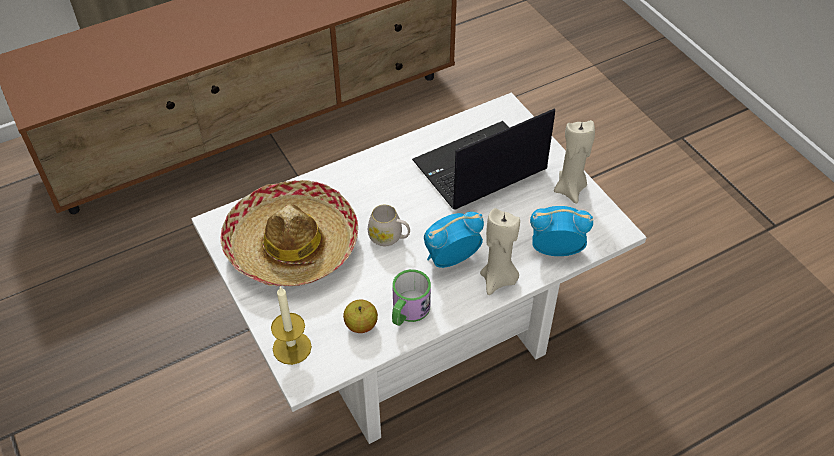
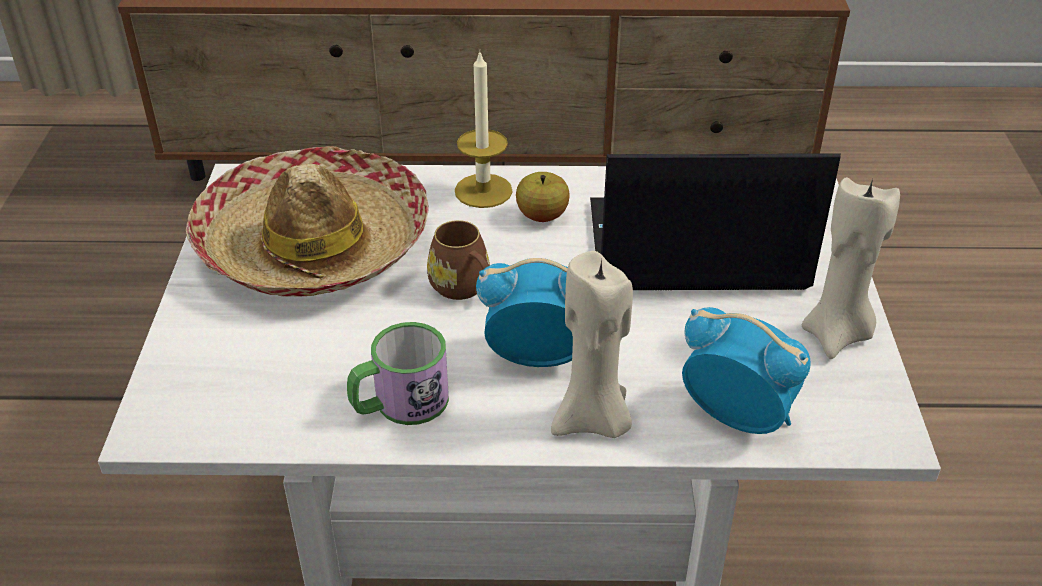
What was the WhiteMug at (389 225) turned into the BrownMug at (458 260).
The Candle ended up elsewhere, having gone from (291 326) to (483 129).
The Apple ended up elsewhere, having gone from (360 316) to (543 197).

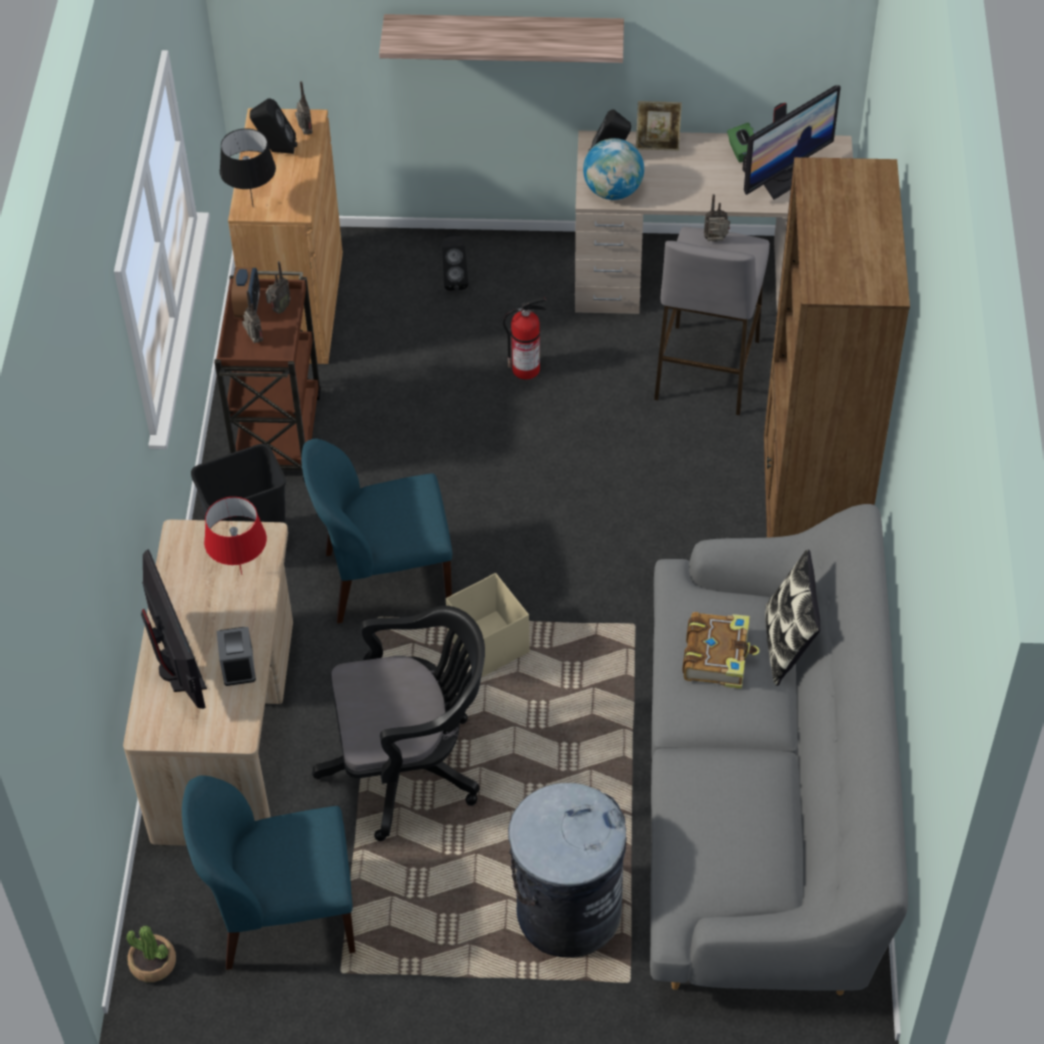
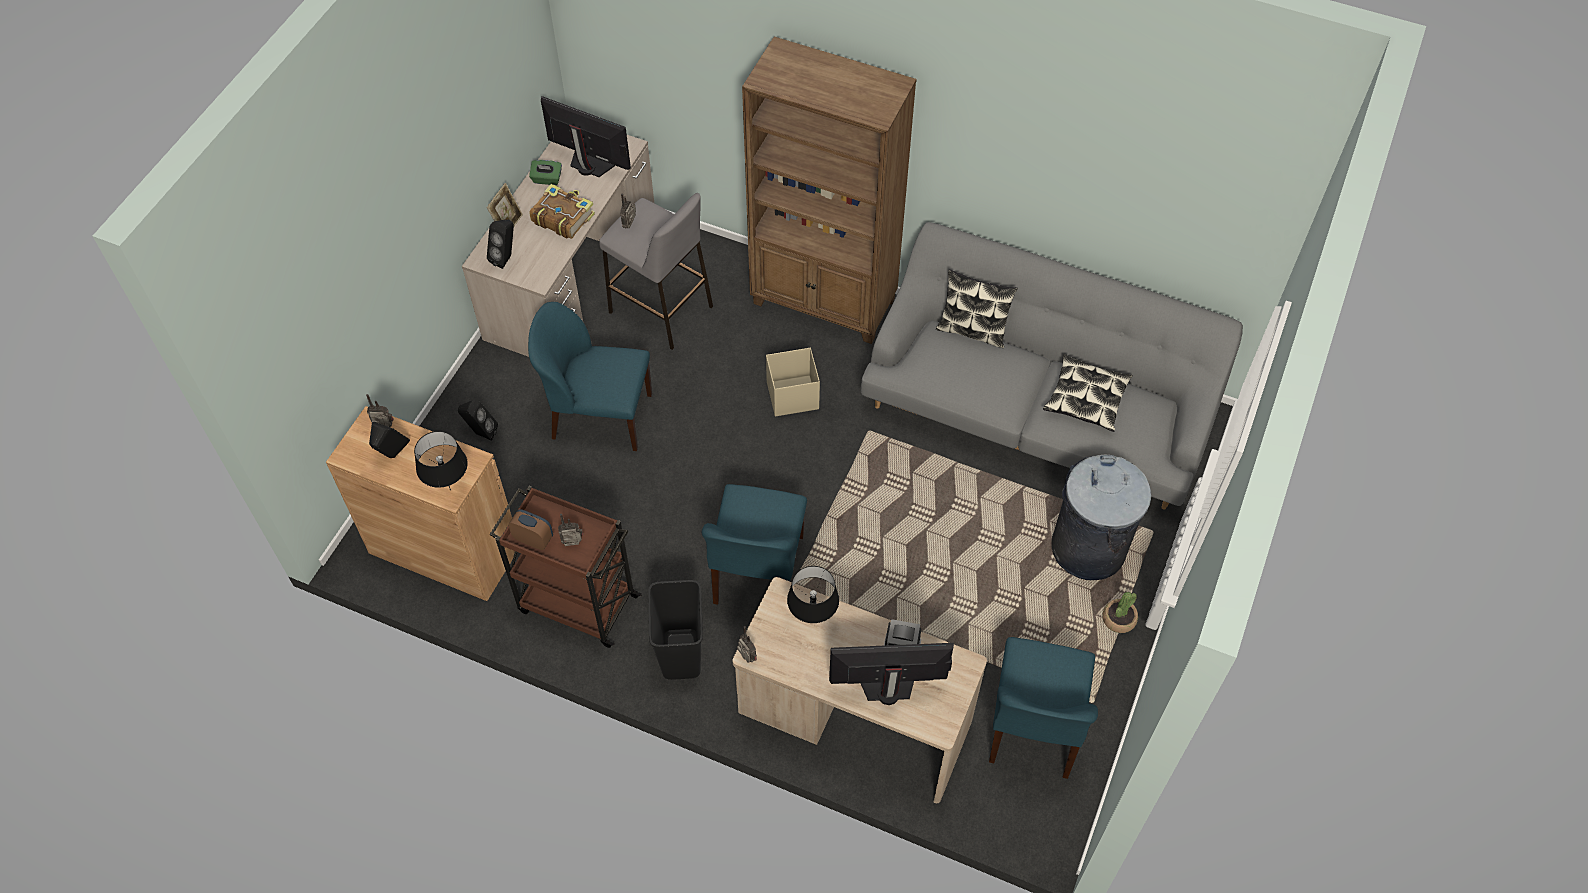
Where the FireExtinguisher stood at (525 338), the BlueChair came to stand at (590 376).
The Book ended up elsewhere, having gone from (721 650) to (562 211).
The Monitor at (791 142) ended up facing another way, 45 degrees counterclockwise from before.
The Radio ended up elsewhere, having gone from (278 287) to (747 644).
The BeigeStorageBox ended up elsewhere, having gone from (488 625) to (793 382).
What was the RedTableLamp at (235 536) turned into the BlackTableLamp at (813 594).
The second view gained the Pillow at (1088 393).
The PottedPlant ended up elsewhere, having gone from (151 953) to (1120 612).
The second view lost the BlackOfficeChair at (398 723).
The second view lost the Shelf at (501 38).
The second view lost the Globe at (613 169).

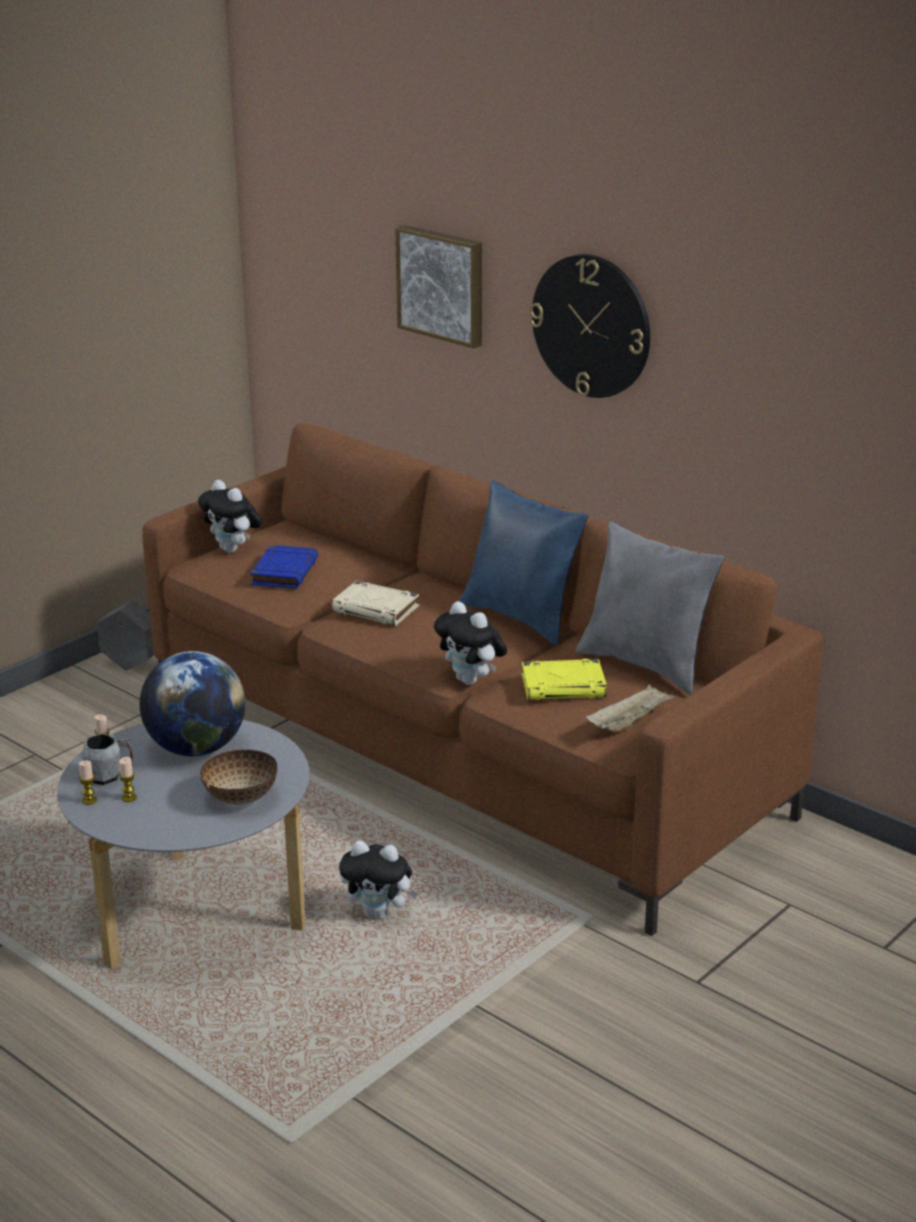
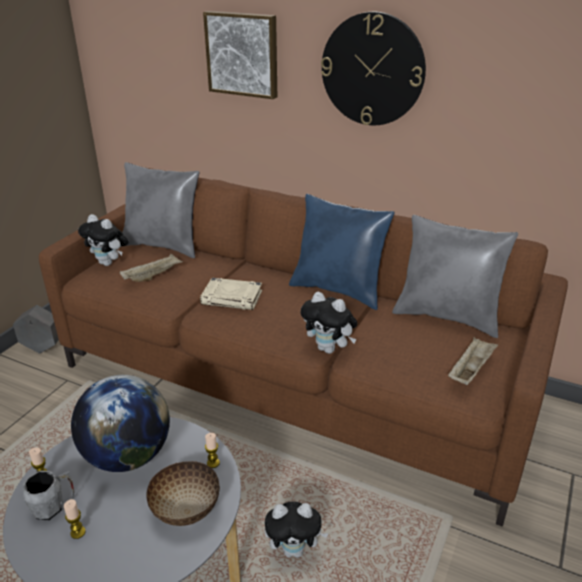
Where the BlueBook stood at (284 567), the BeigeTray came to stand at (151 268).
The second view gained the GreyPillow at (161 210).
The Candle ended up elsewhere, having gone from (88 783) to (212 450).
The second view lost the YellowBook at (564 680).

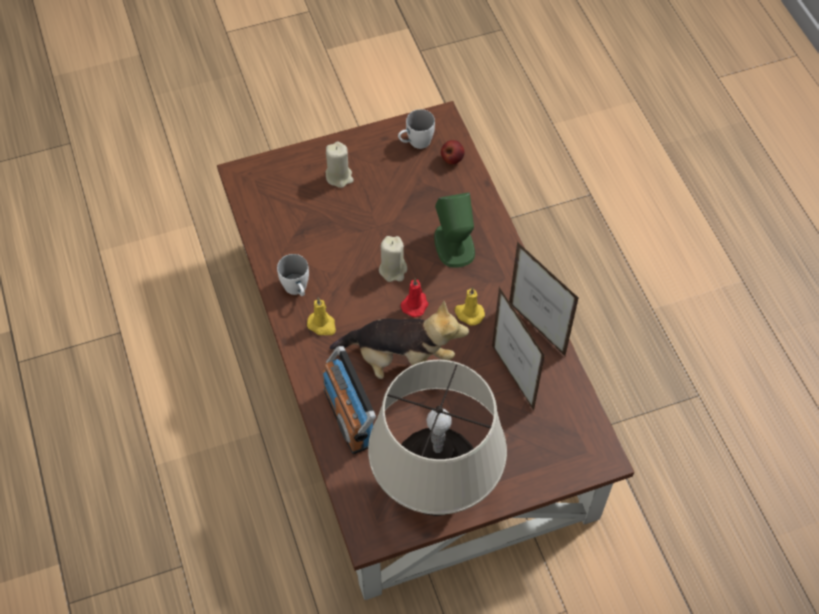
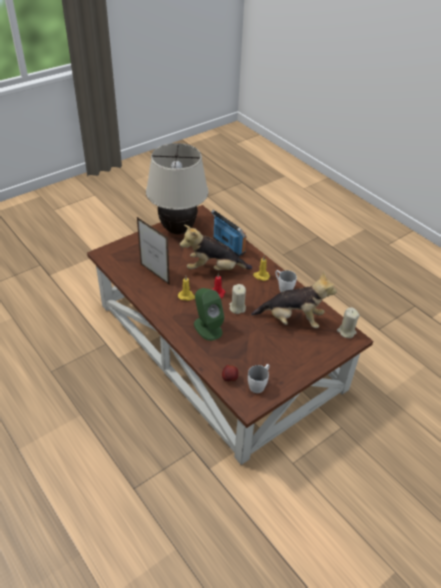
The second view gained the PlushToy at (294 299).
The BeigeCandle ended up elsewhere, having gone from (340 165) to (348 322).
The second view lost the PictureFrame at (543 299).

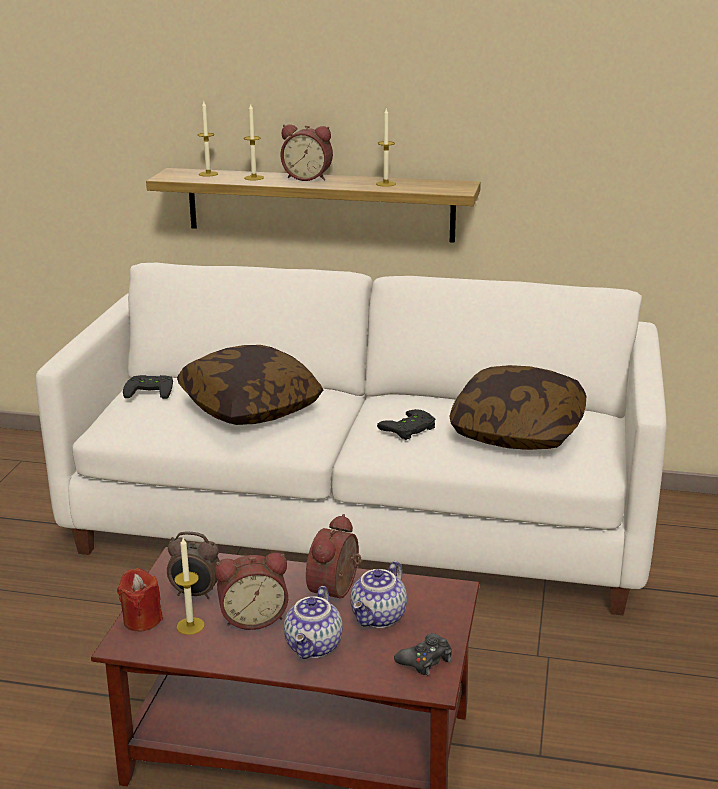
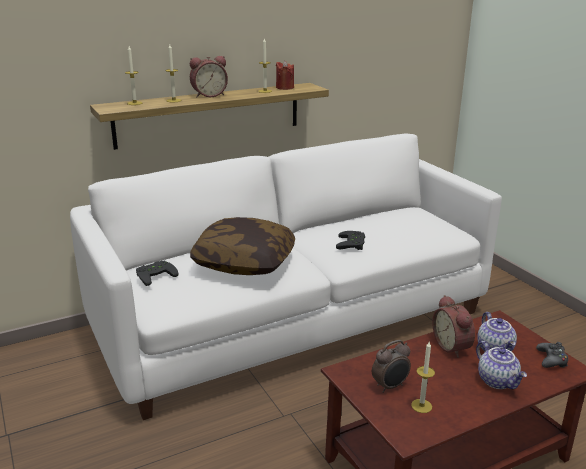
The RedCandle ended up elsewhere, having gone from (140 599) to (285 75).
The second view lost the AlarmClock at (251 591).
The second view lost the Pillow at (518 407).

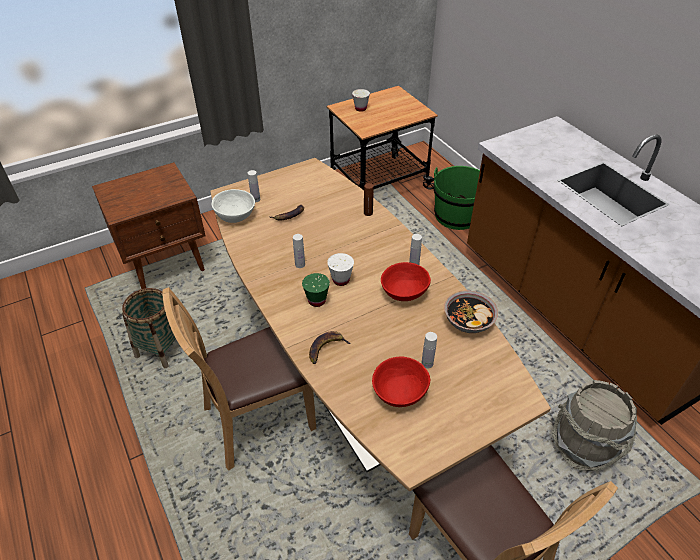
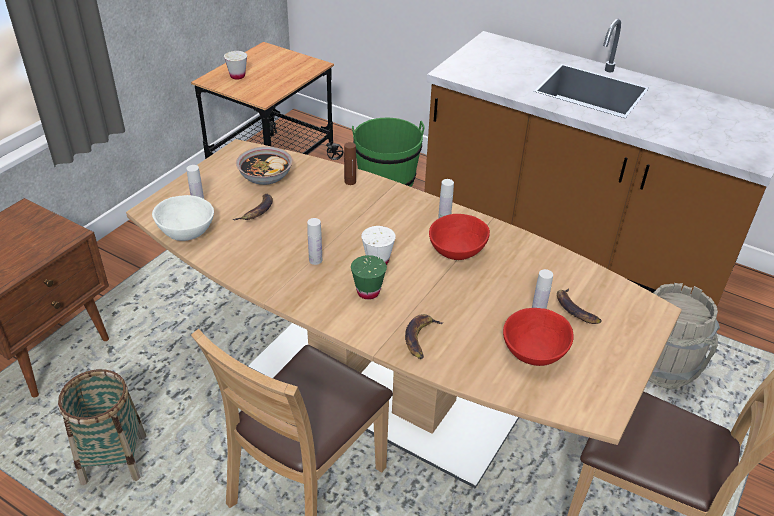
The Bowl ended up elsewhere, having gone from (471 311) to (264 166).
The second view gained the Banana at (579 306).

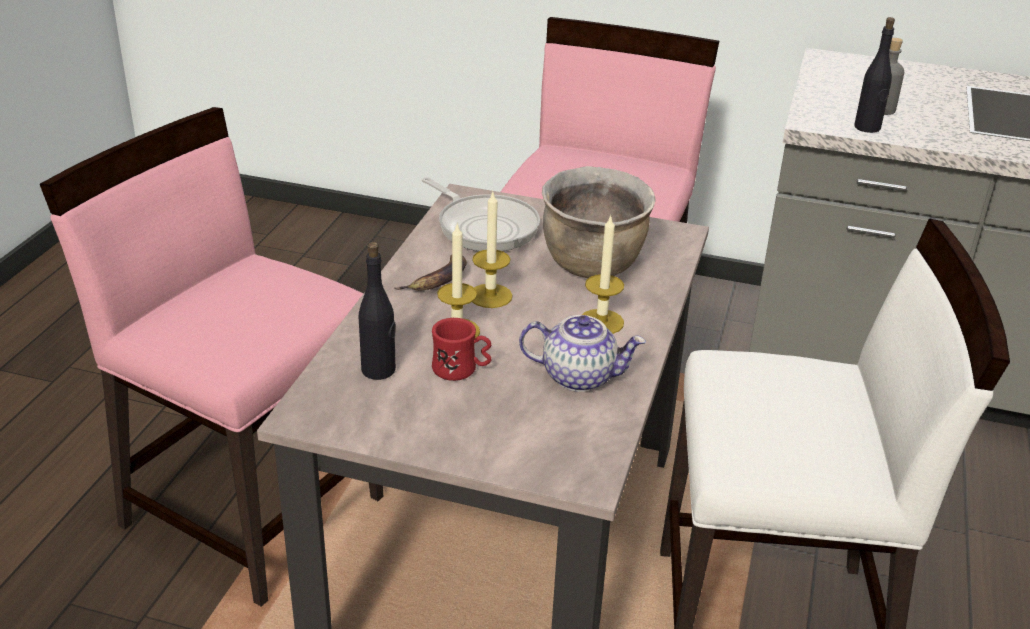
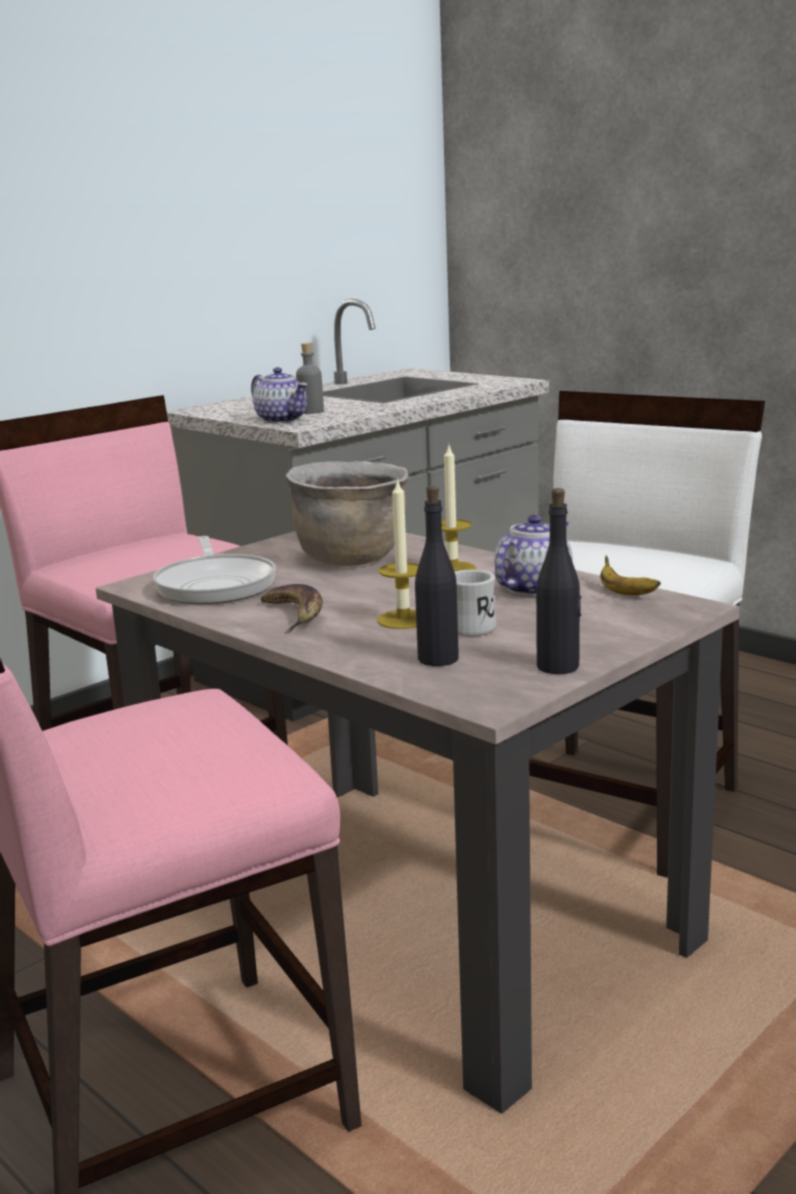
The FryingPan at (481 214) ended up facing another way, 90 degrees clockwise from before.
The second view gained the Teapot at (279 395).
What was the RedMug at (462 349) turned into the WhiteMug at (475 603).
The BlackBottle ended up elsewhere, having gone from (874 75) to (558 581).
The second view gained the Banana at (630 575).
The second view lost the Candle at (492 249).

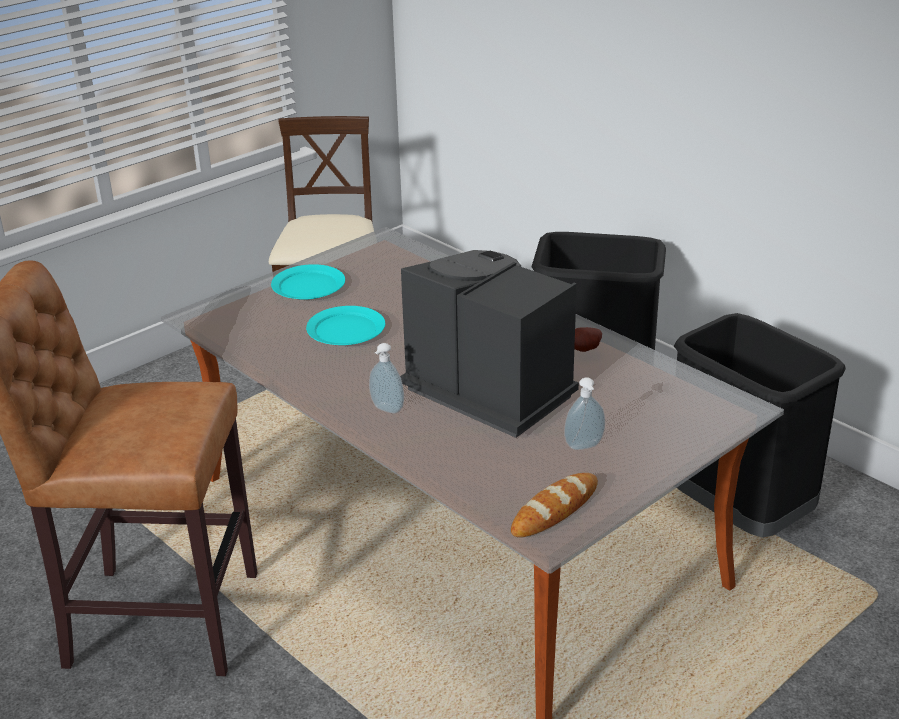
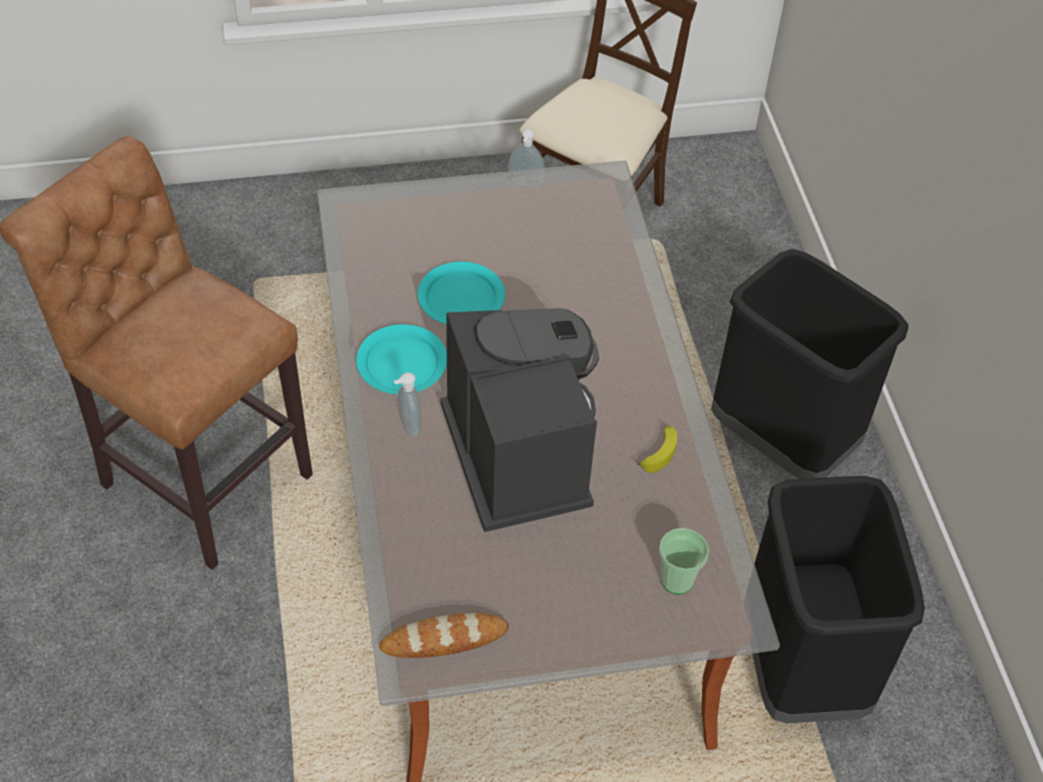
The TurquoisePlate ended up elsewhere, having gone from (308 282) to (401 359).
The SoapDispenser ended up elsewhere, having gone from (584 413) to (526 158).
Where the Potato stood at (588 339), the Banana came to stand at (657 449).
The second view gained the Cup at (684 561).

